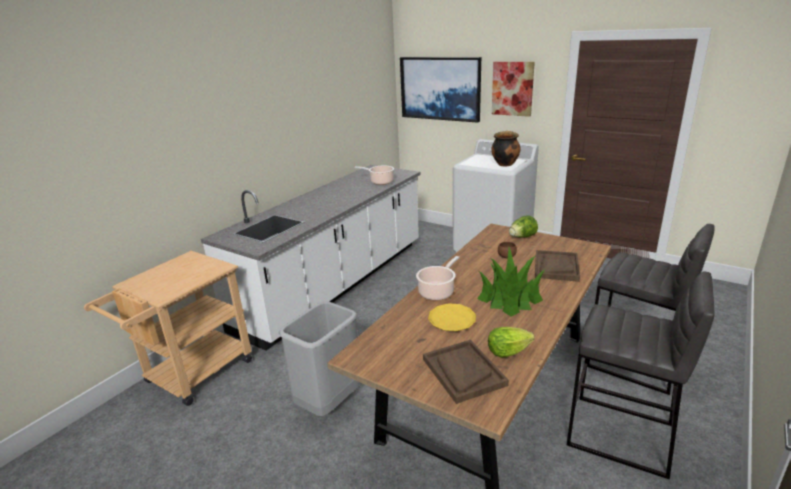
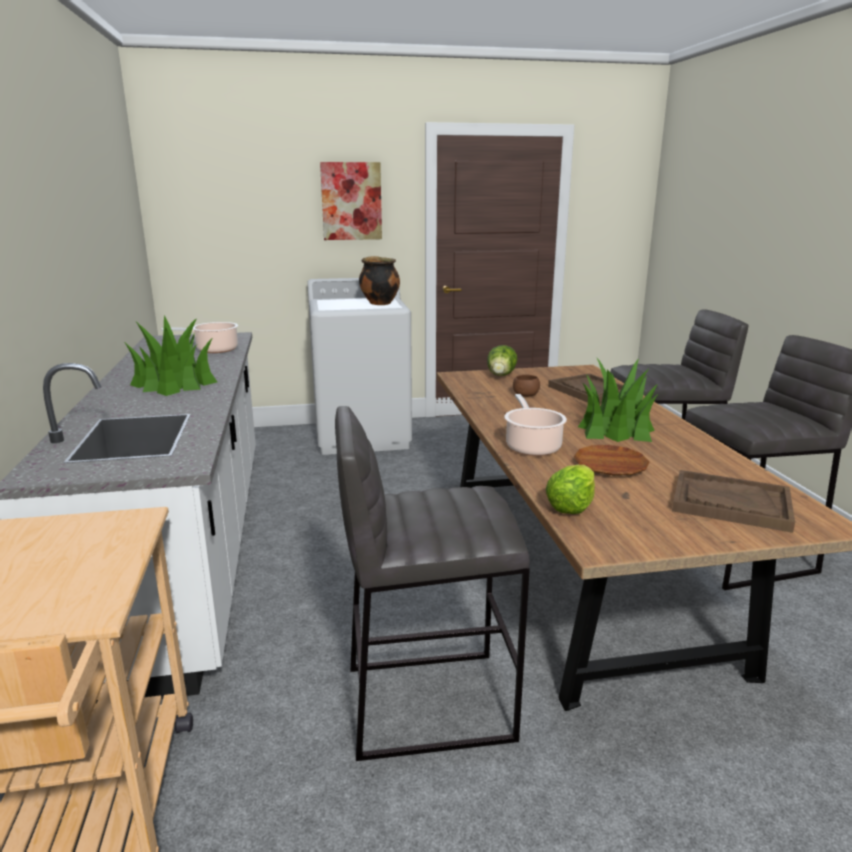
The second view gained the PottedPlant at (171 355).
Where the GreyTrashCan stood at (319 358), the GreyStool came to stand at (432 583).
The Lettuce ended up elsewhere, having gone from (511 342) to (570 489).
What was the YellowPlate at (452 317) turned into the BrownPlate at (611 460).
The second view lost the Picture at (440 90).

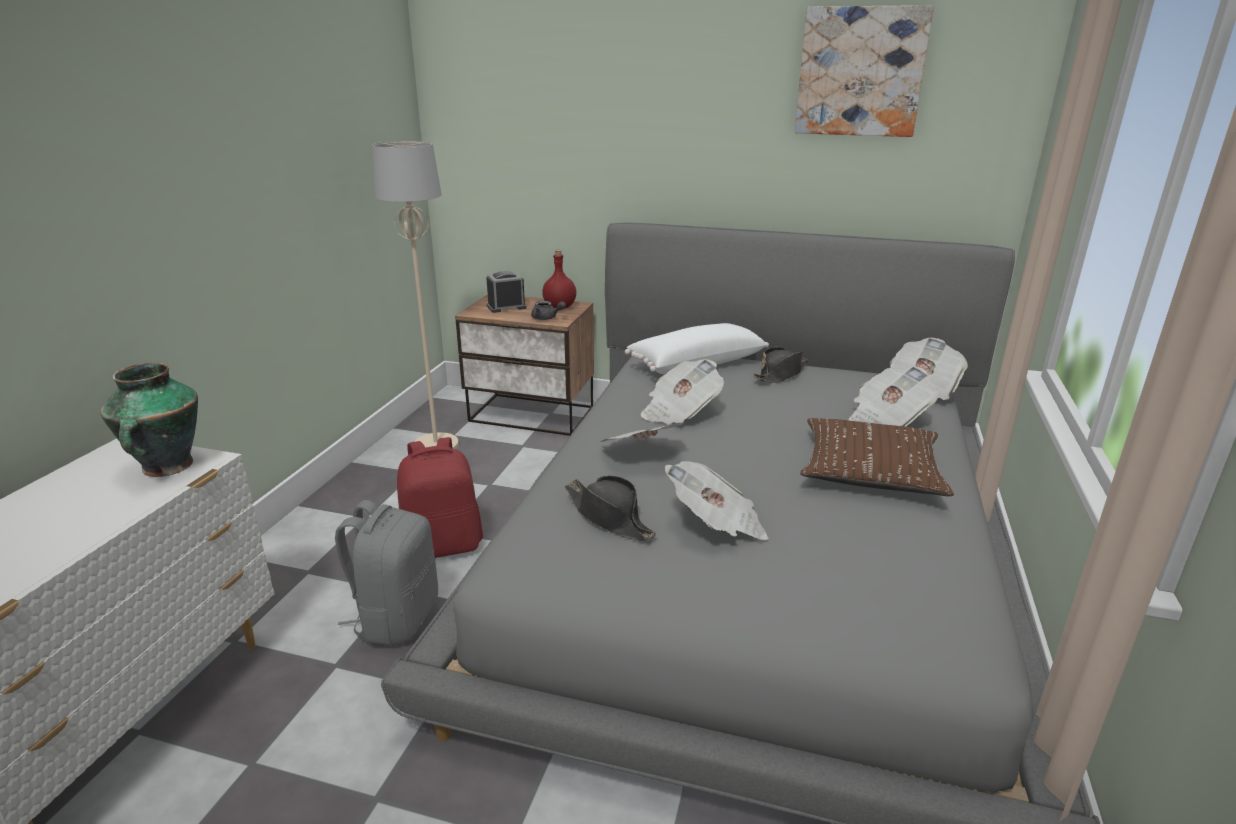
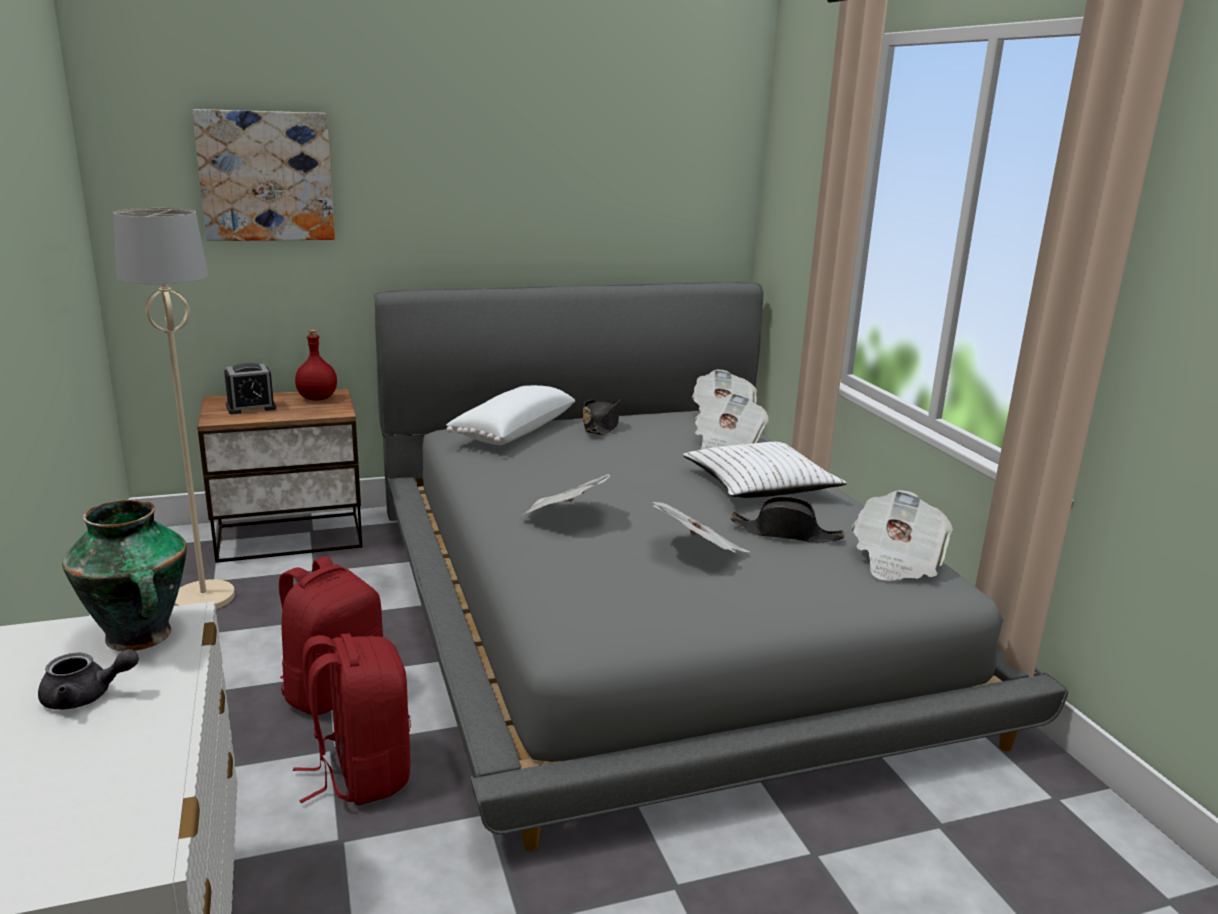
The GreyTeapot ended up elsewhere, having gone from (548 310) to (88 679).
The Picture ended up elsewhere, having gone from (864 71) to (263 175).
The AlarmClock at (506 292) ended up facing another way, 150 degrees counterclockwise from before.
What was the GreyBackpack at (386 573) turned into the RedBackpack at (352 719).
What was the BrownPillow at (877 457) turned into the WhitePillow at (765 470).
The BlackHat ended up elsewhere, having gone from (610 508) to (787 520).
The Newspaper ended up elsewhere, having gone from (682 391) to (902 535).

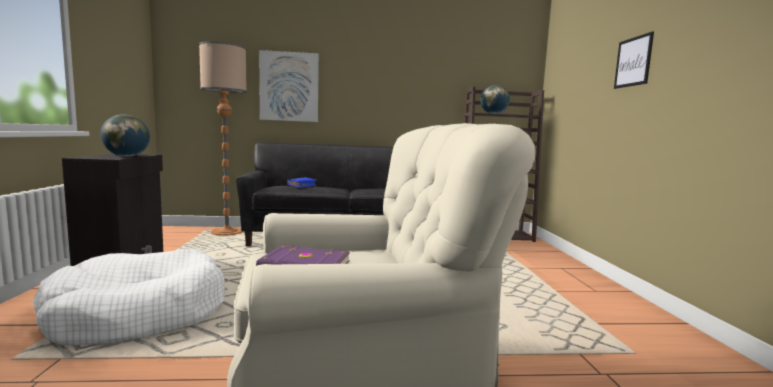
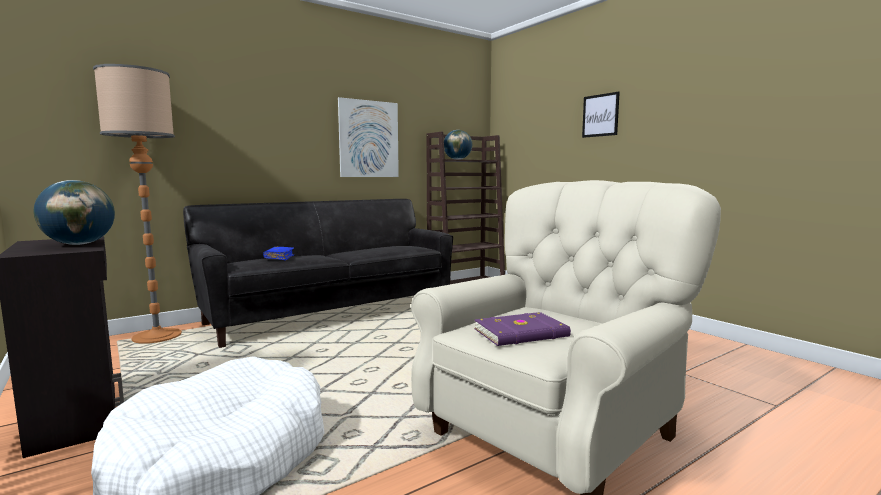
The Picture ended up elsewhere, having gone from (289 86) to (368 137).

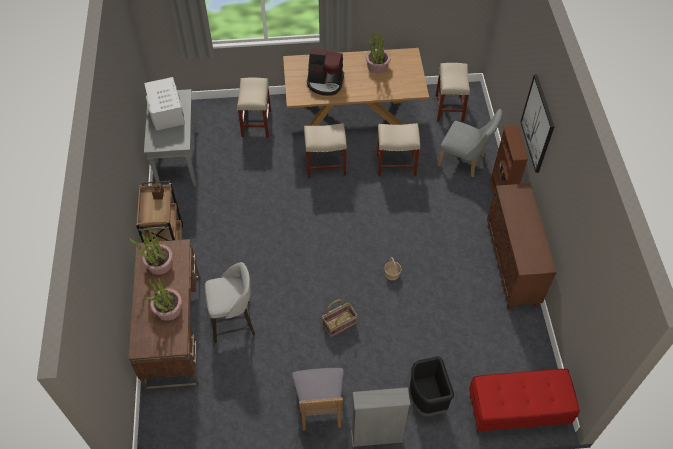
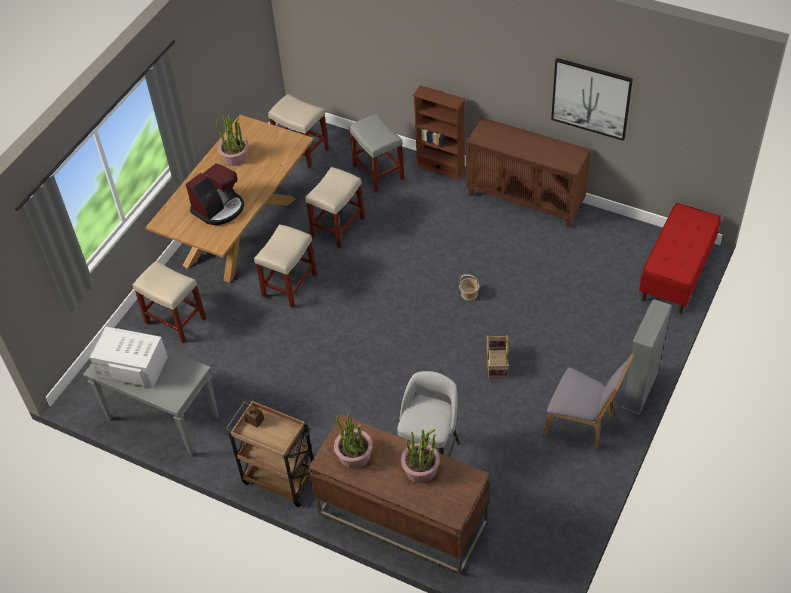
Where the GreyChair stood at (470 143), the GreyStool came to stand at (376 152).
The Picture ended up elsewhere, having gone from (537 123) to (592 99).
The second view lost the BlackTrashCan at (431 386).

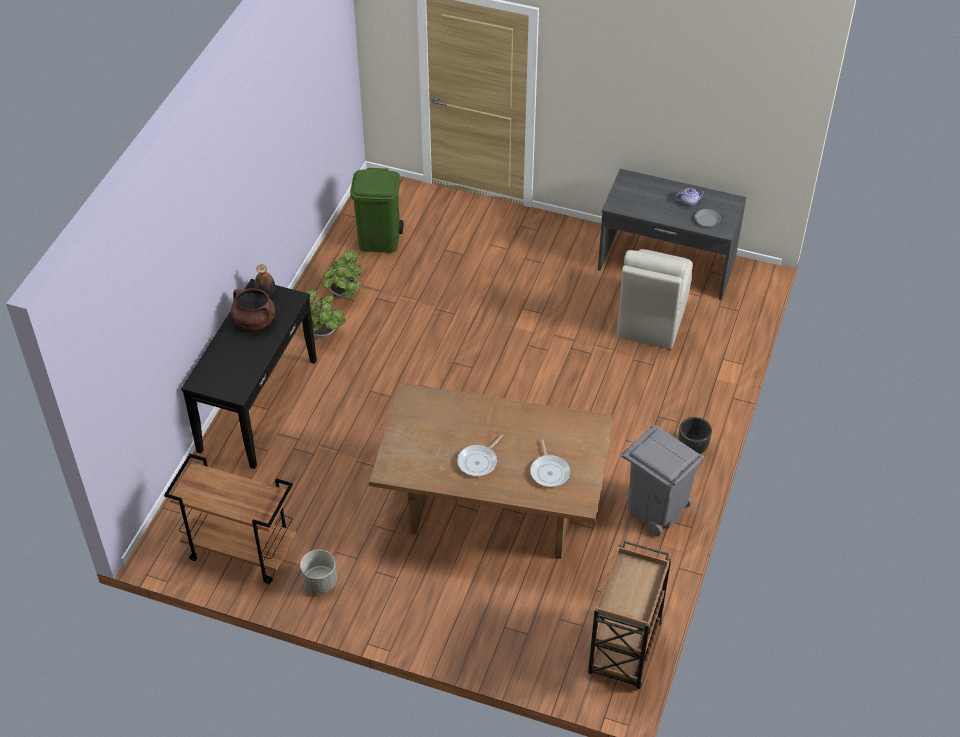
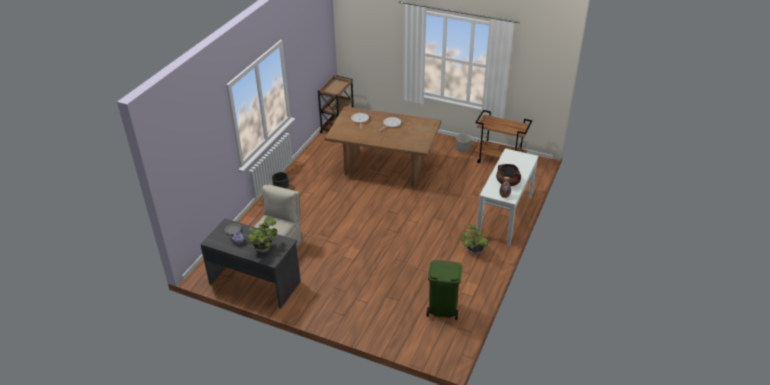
The PottedPlant ended up elsewhere, having gone from (340 274) to (262 234).
What was the BlackConsoleTable at (249 374) turned into the WhiteConsoleTable at (507 197).
The second view lost the GreyTrashCan at (662 480).

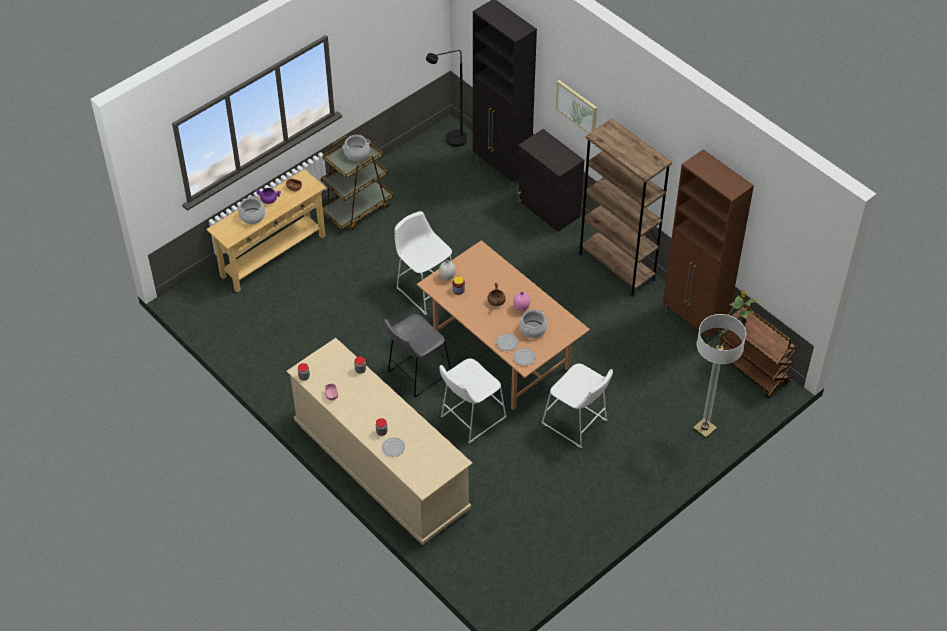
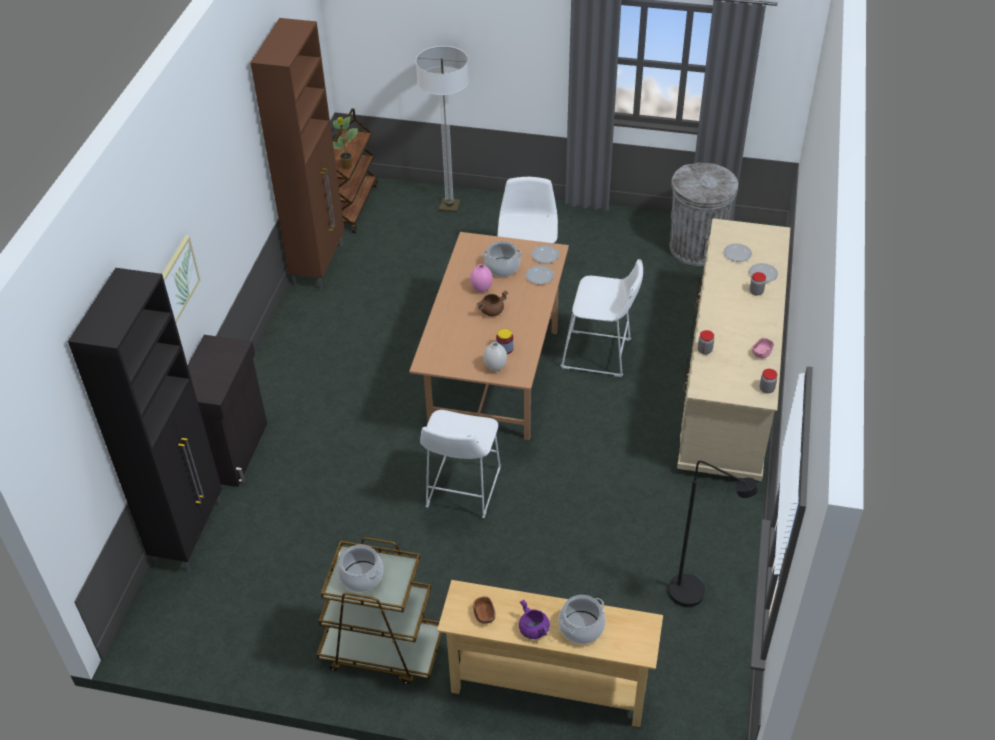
The BlackFloorLamp ended up elsewhere, having gone from (446 98) to (713 533).
The second view gained the GreyTrashCan at (704 214).
The second view gained the Plate at (738 253).
The second view lost the GreyStool at (417 355).
The second view lost the BrownBookcase at (625 207).

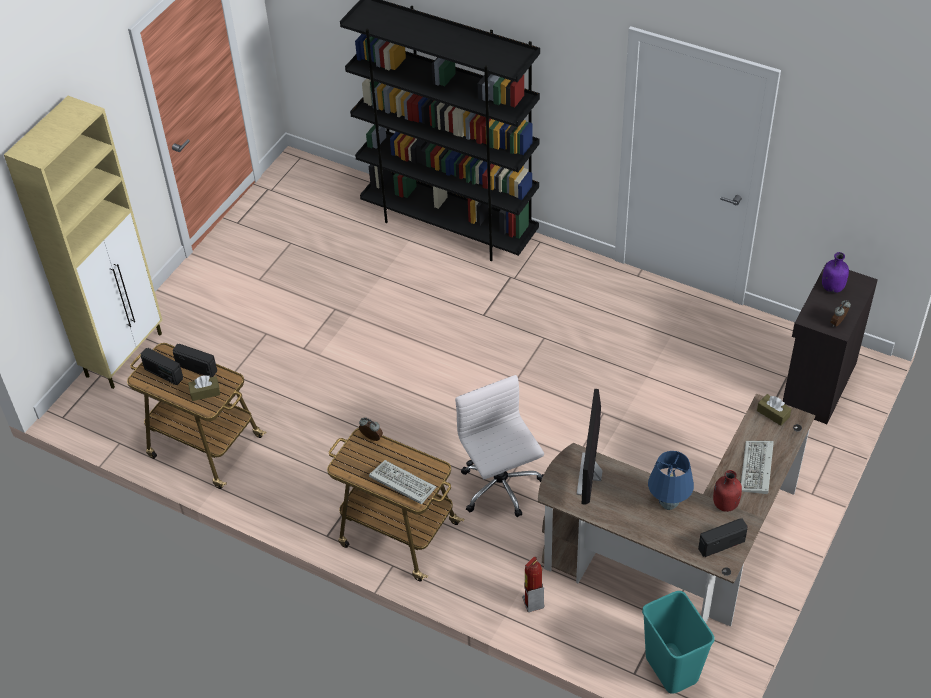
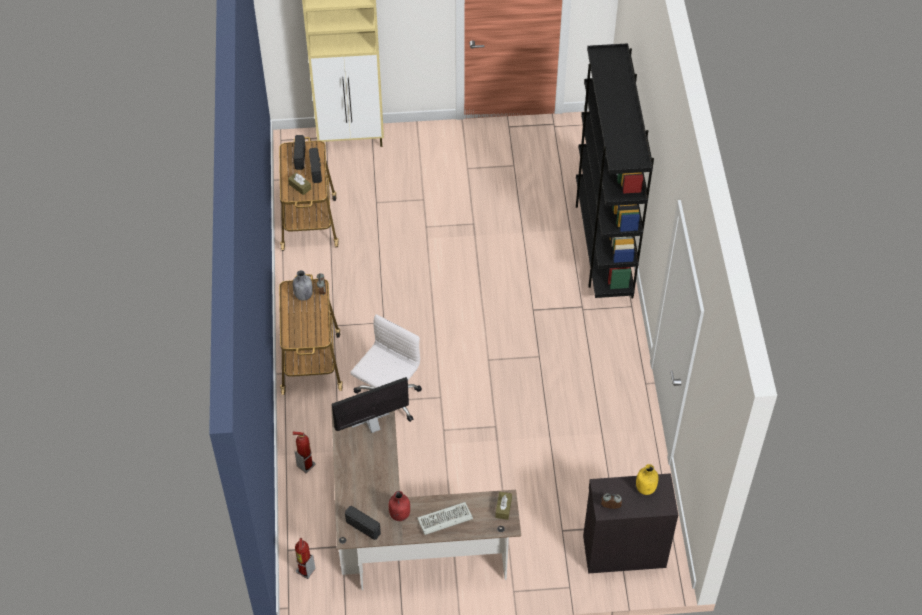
The second view gained the GreyBottle at (303 285).
Where the TurquoiseTrashCan stood at (678 642), the FireExtinguisher came to stand at (305 558).
What was the PurpleBottle at (835 272) turned into the YellowBottle at (647 479).
The second view lost the Keyboard at (402 482).
The second view lost the BlueTableLamp at (671 480).

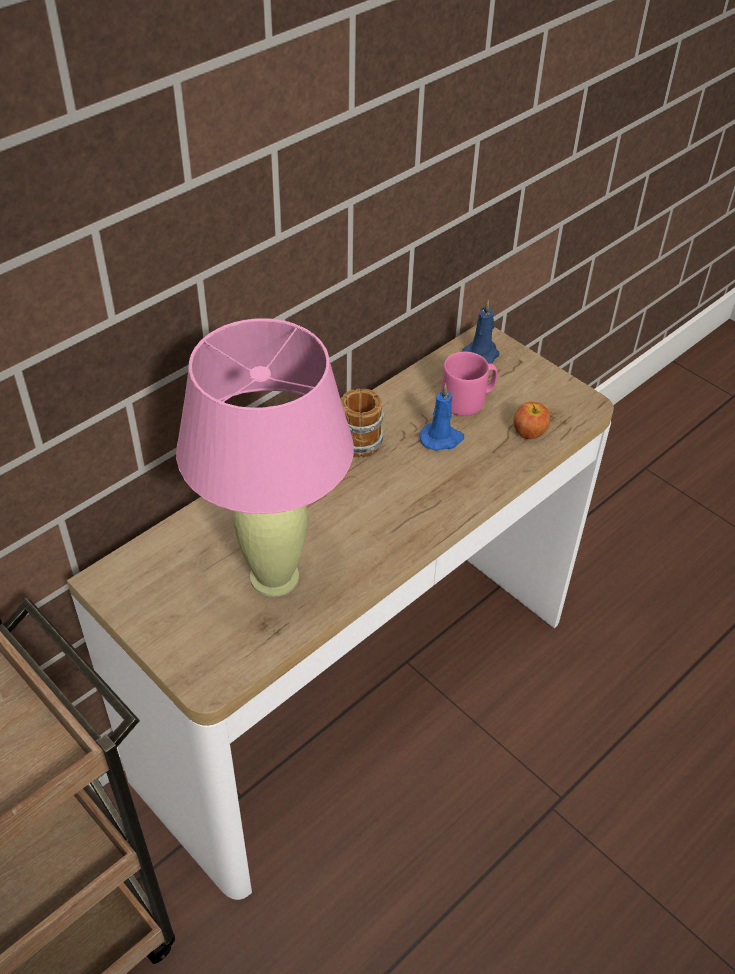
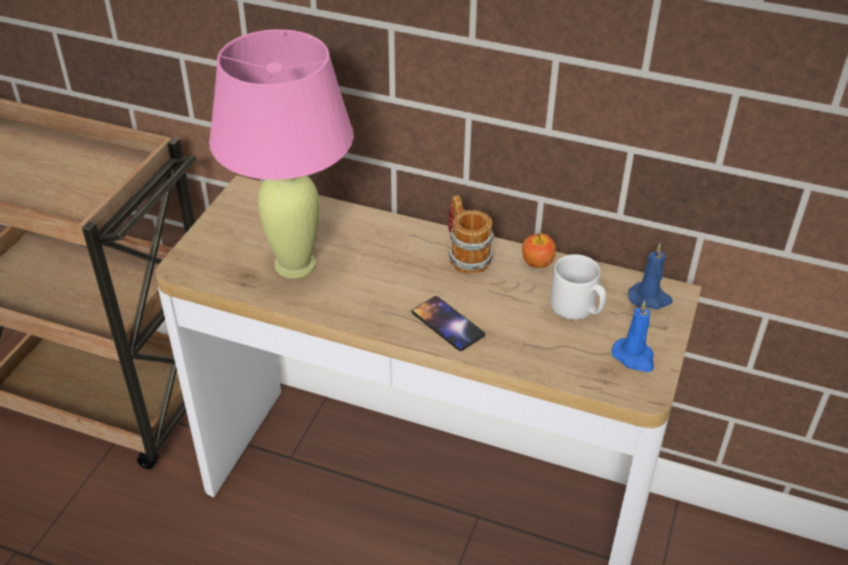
The second view gained the Phone at (448 323).
The Apple ended up elsewhere, having gone from (531 420) to (539 250).
What was the PinkMug at (469 384) turned into the GreyMug at (578 287).
The BlueCandle ended up elsewhere, having gone from (441 417) to (632 336).

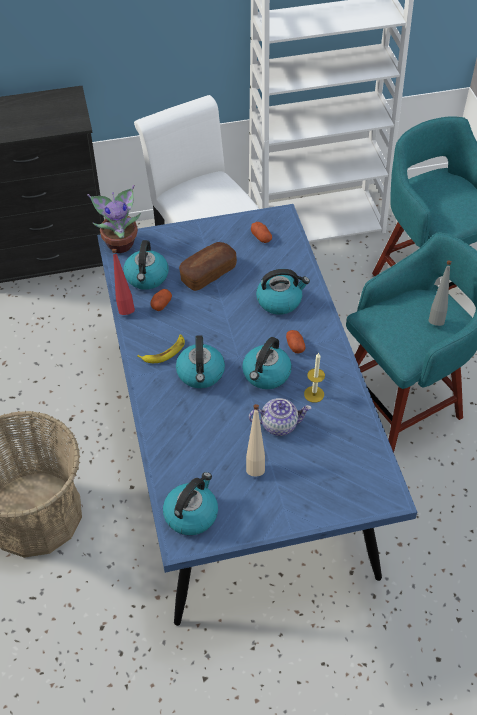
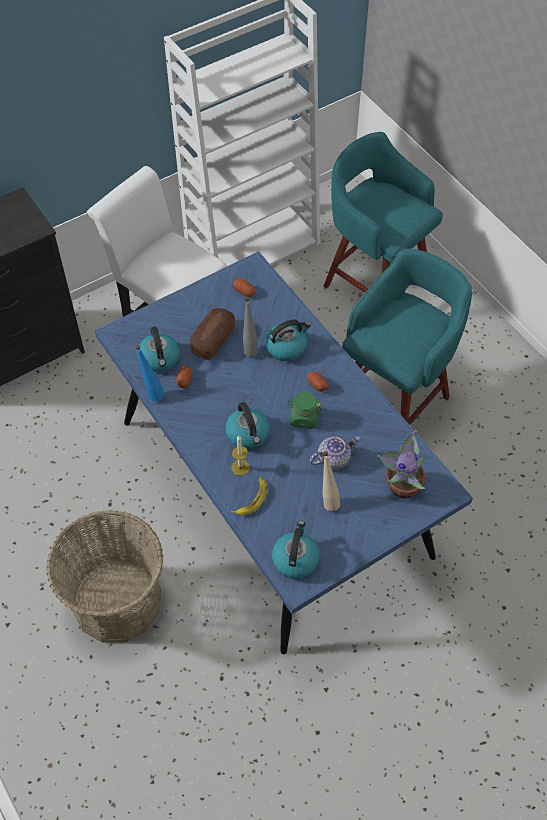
What was the RedBottle at (123 282) turned into the BlueBottle at (150 373).
The Candle ended up elsewhere, having gone from (314 378) to (240 456).
The Banana ended up elsewhere, having gone from (161 348) to (249 496).
The GreyBottle ended up elsewhere, having gone from (440 293) to (250 326).
Where the Kettle stood at (267 363), the GreenJar came to stand at (304 410).
The PottedPlant ended up elsewhere, having gone from (114 219) to (402 464).

